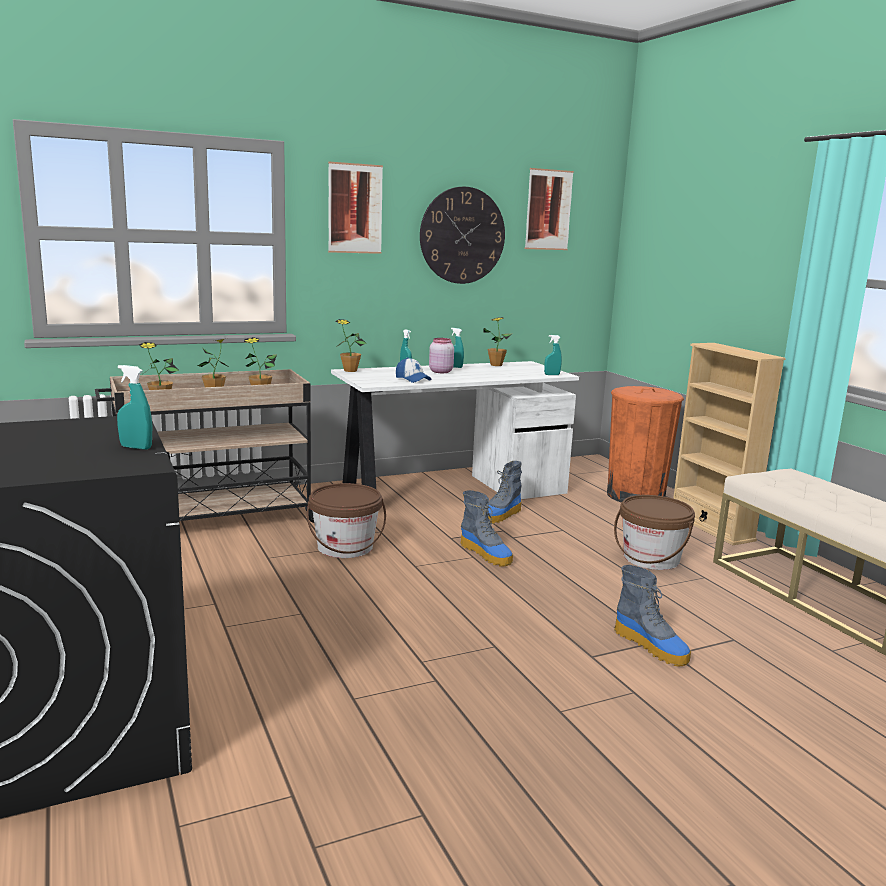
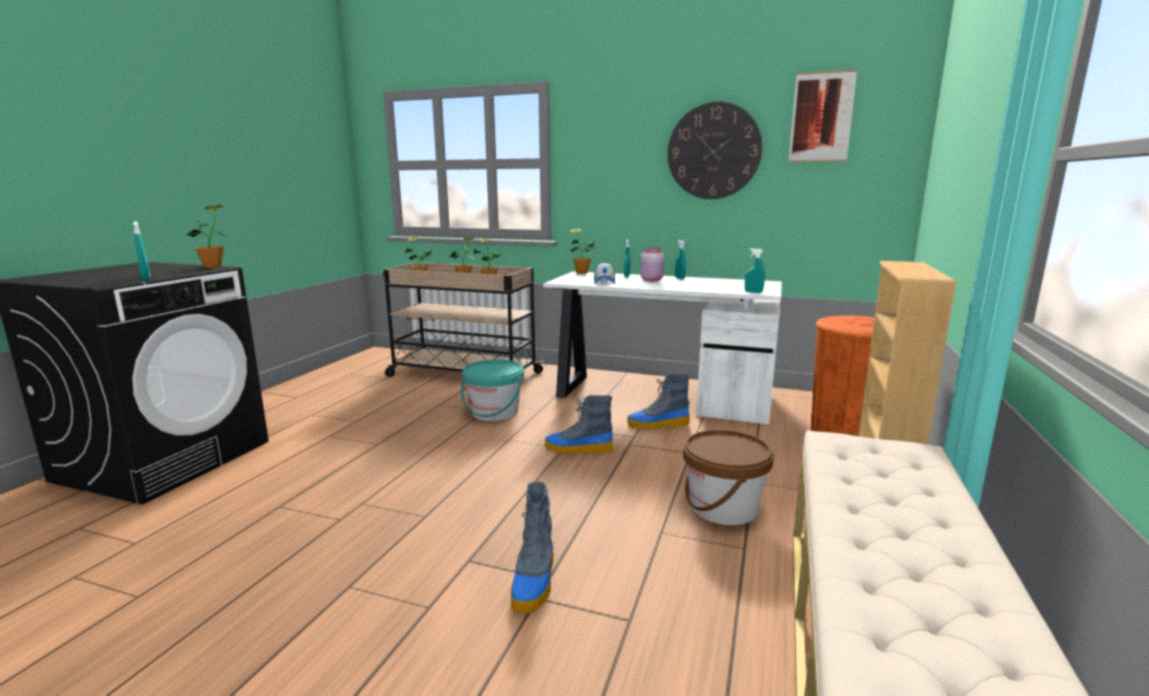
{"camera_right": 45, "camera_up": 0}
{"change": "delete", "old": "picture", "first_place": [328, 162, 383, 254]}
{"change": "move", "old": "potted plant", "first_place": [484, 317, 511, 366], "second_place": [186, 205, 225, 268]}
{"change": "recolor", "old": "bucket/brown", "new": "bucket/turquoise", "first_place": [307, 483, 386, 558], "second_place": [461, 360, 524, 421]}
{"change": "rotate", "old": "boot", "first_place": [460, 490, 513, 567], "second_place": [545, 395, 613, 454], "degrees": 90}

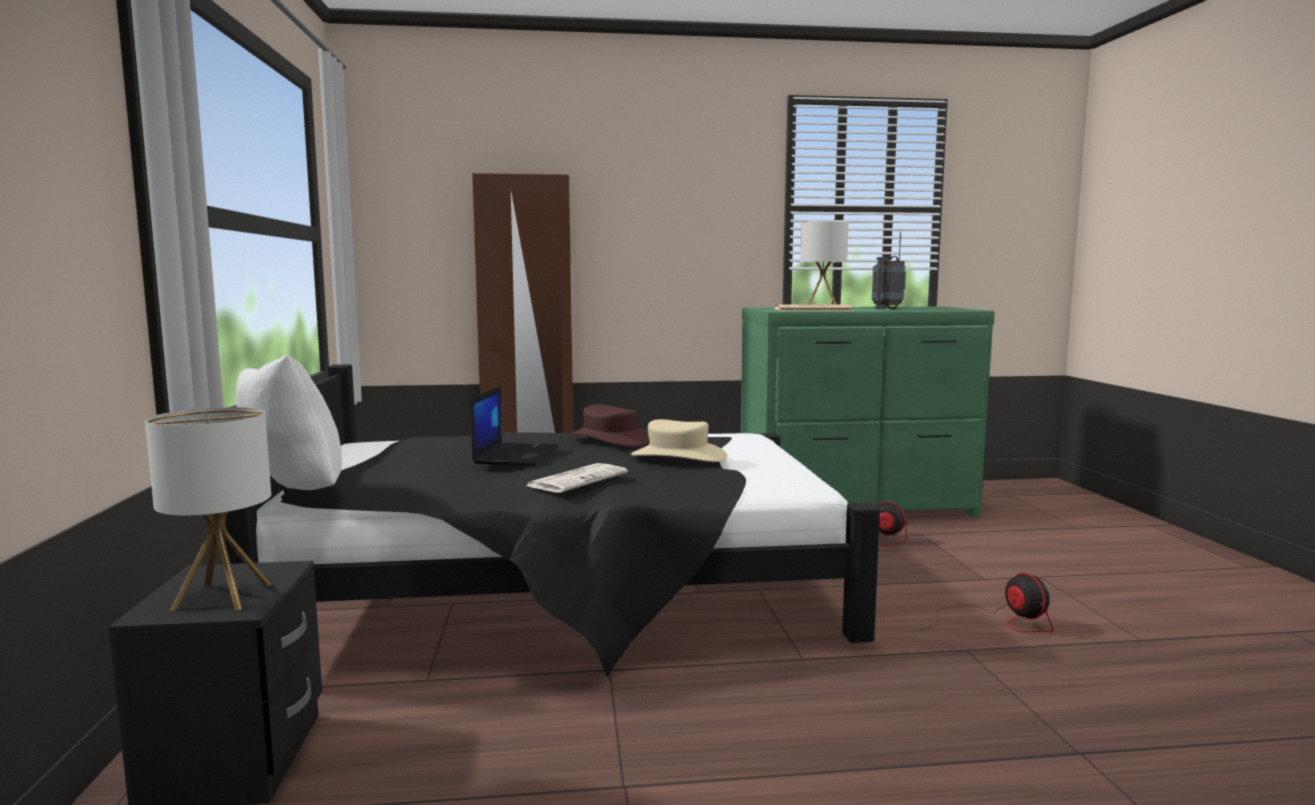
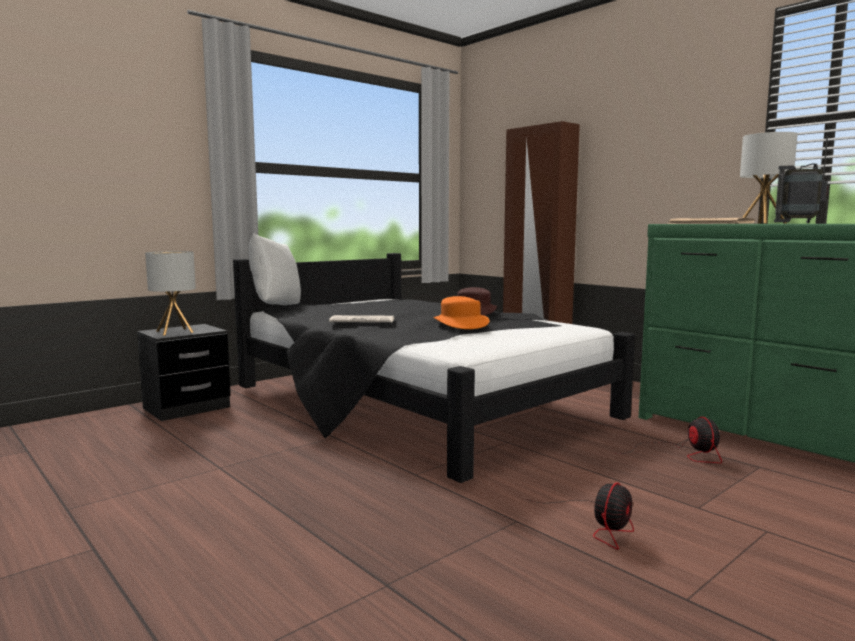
{"camera_right": 55, "camera_up": 0}
{"change": "delete", "old": "laptop", "first_place": [471, 386, 558, 465]}
{"change": "recolor", "old": "hat/beige", "new": "hat/orange", "first_place": [631, 419, 727, 462], "second_place": [433, 296, 490, 329]}

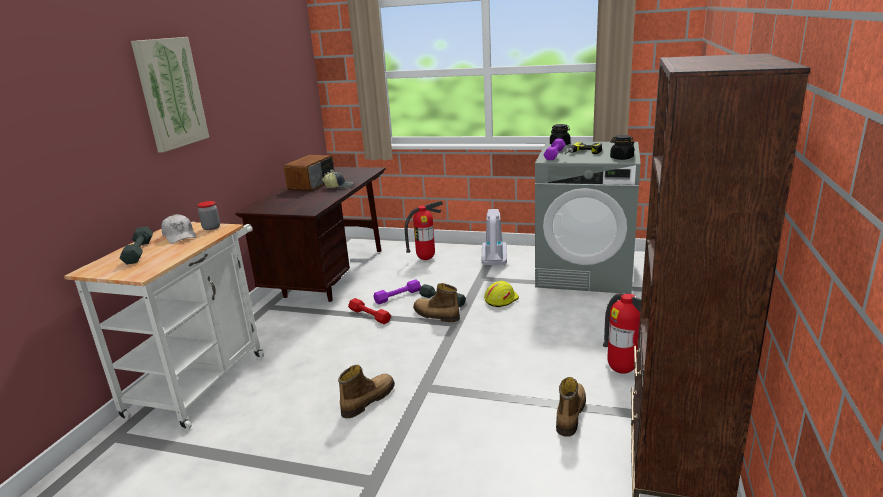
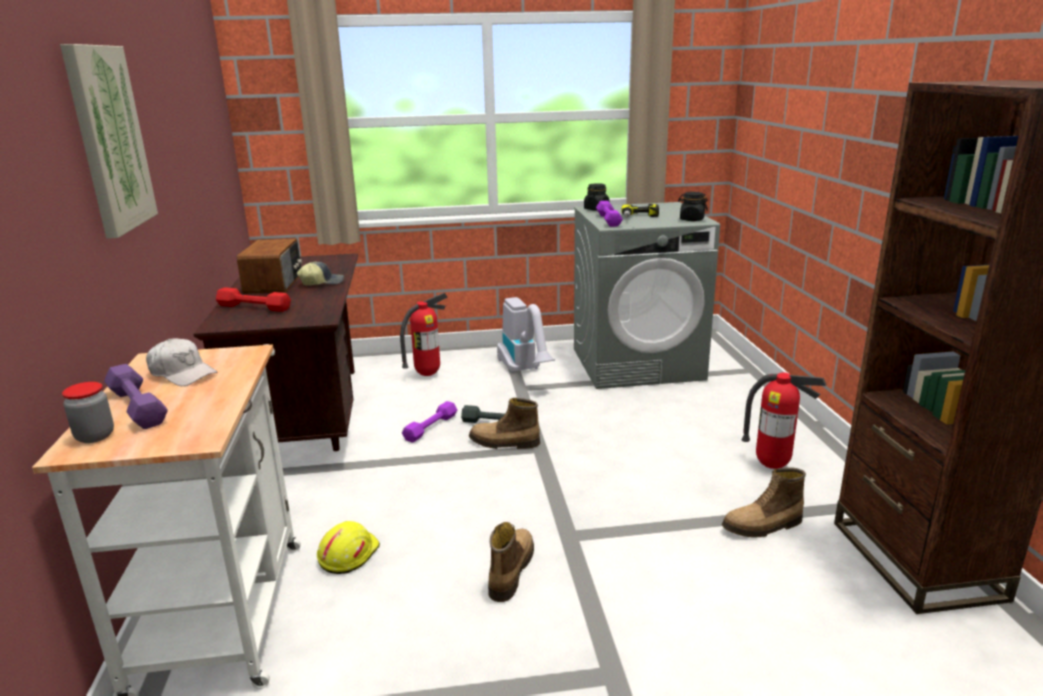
{"camera_right": -25, "camera_up": 0}
{"change": "move", "old": "jar", "first_place": [197, 201, 220, 230], "second_place": [62, 382, 114, 443]}
{"change": "recolor", "old": "dumbbell/grey", "new": "dumbbell/purple", "first_place": [120, 226, 153, 265], "second_place": [104, 364, 168, 429]}
{"change": "move", "old": "hard hat/yellow", "first_place": [484, 281, 519, 307], "second_place": [317, 521, 380, 574]}
{"change": "move", "old": "dumbbell/red", "first_place": [348, 298, 391, 324], "second_place": [216, 287, 291, 312]}
{"change": "rotate", "old": "boot", "first_place": [556, 377, 586, 437], "second_place": [722, 467, 806, 538], "degrees": -105}

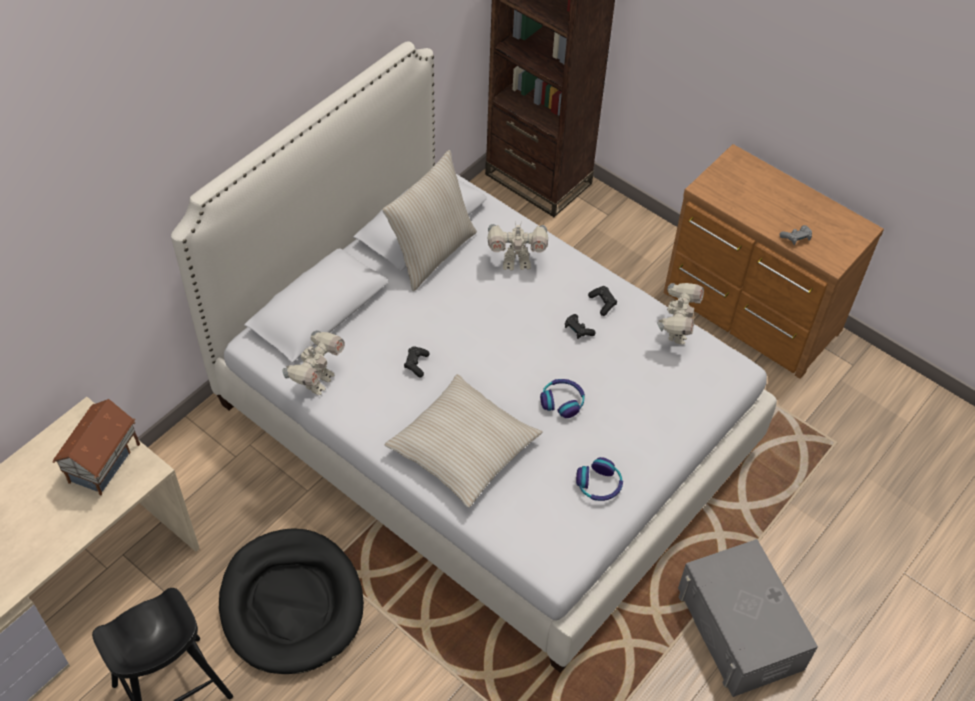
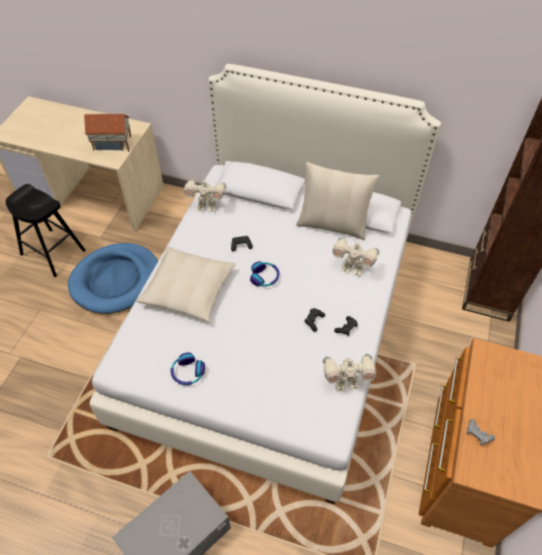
{"camera_right": 70, "camera_up": 0}
{"change": "rotate", "old": "toy robot", "first_place": [488, 222, 548, 271], "second_place": [333, 237, 379, 276], "degrees": -45}
{"change": "move", "old": "headphones", "first_place": [540, 379, 585, 418], "second_place": [250, 261, 279, 286]}
{"change": "recolor", "old": "dog bed/black", "new": "dog bed/blue", "first_place": [219, 528, 364, 674], "second_place": [68, 243, 158, 314]}

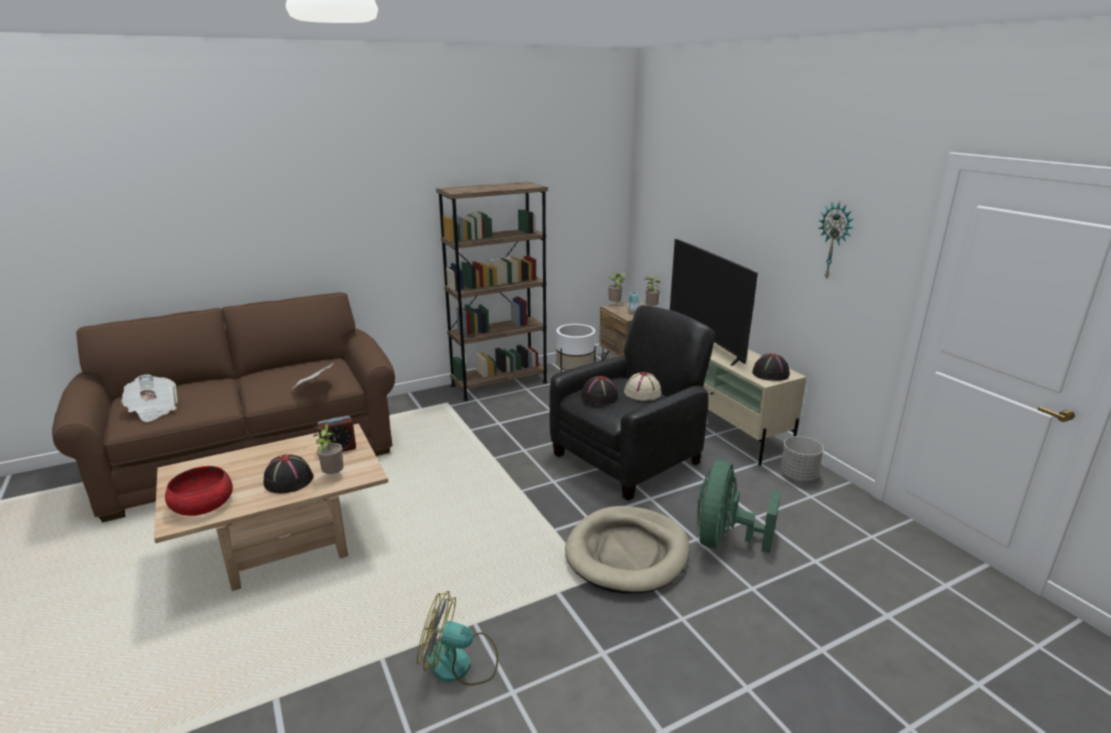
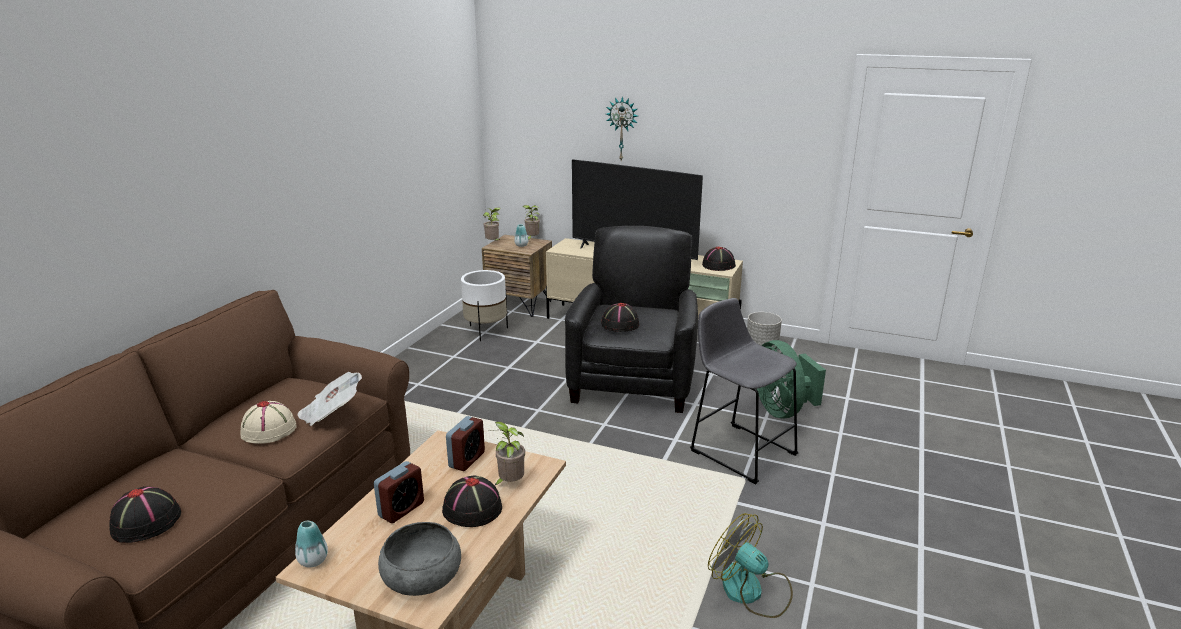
{"camera_right": -40, "camera_up": 0}
{"change": "delete", "old": "bookcase/brown", "first_place": [436, 182, 548, 401]}
{"change": "move", "old": "wall clock", "first_place": [818, 201, 854, 279], "second_place": [606, 96, 638, 160]}
{"change": "move", "old": "hat/beige", "first_place": [624, 372, 661, 401], "second_place": [240, 401, 297, 444]}
{"change": "replace", "old": "newspaper", "new": "hat/black", "first_place": [121, 375, 177, 422], "second_place": [109, 486, 181, 543]}
{"change": "recolor", "old": "bowl/red", "new": "bowl/grey", "first_place": [165, 466, 233, 516], "second_place": [378, 522, 461, 596]}
{"change": "replace", "old": "dog bed/beige", "new": "stool/grey", "first_place": [565, 506, 690, 594], "second_place": [690, 298, 799, 484]}
{"change": "rotate", "old": "fan", "first_place": [417, 591, 498, 686], "second_place": [708, 513, 793, 618], "degrees": 75}
{"change": "insert", "new": "alarm clock", "second_place": [374, 461, 424, 523]}
{"change": "insert", "new": "vase", "second_place": [295, 521, 328, 568]}

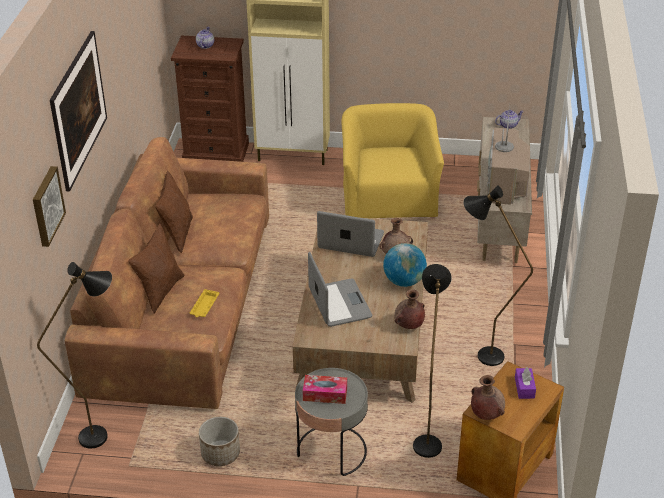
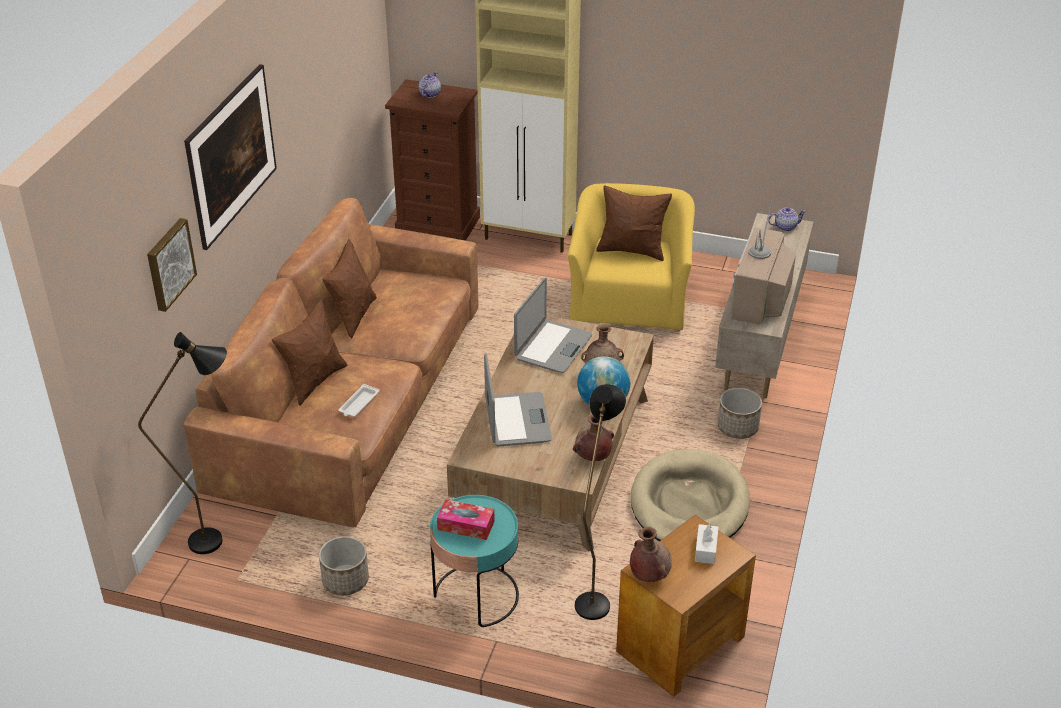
{"camera_right": 10, "camera_up": 0}
{"change": "replace", "old": "floor lamp/black", "new": "dog bed/beige", "first_place": [464, 185, 533, 366], "second_place": [631, 449, 750, 541]}
{"change": "rotate", "old": "laptop", "first_place": [317, 211, 384, 257], "second_place": [514, 278, 592, 373], "degrees": 90}
{"change": "recolor", "old": "tray/yellow", "new": "tray/white", "first_place": [190, 289, 219, 317], "second_place": [338, 384, 380, 417]}
{"change": "recolor", "old": "tissue box/purple", "new": "tissue box/white", "first_place": [515, 367, 536, 399], "second_place": [695, 524, 718, 564]}
{"change": "recolor", "old": "side table/grey", "new": "side table/turquoise", "first_place": [295, 368, 368, 476], "second_place": [430, 495, 519, 627]}
{"change": "insert", "new": "pillow/brown", "second_place": [596, 185, 672, 261]}
{"change": "insert", "new": "planter", "second_place": [717, 388, 762, 439]}

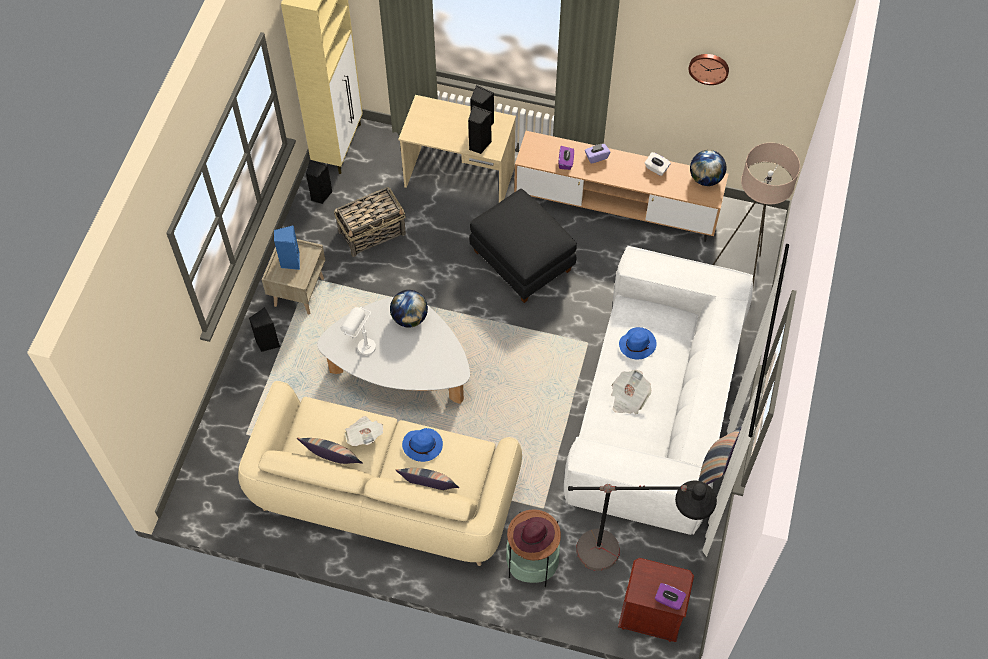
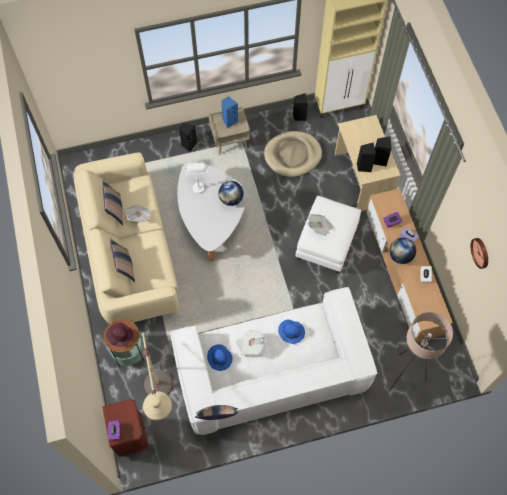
{"camera_right": 60, "camera_up": 5}
{"change": "move", "old": "globe", "first_place": [690, 150, 726, 186], "second_place": [389, 238, 416, 264]}
{"change": "replace", "old": "basket", "new": "dog bed/beige", "first_place": [334, 187, 406, 257], "second_place": [264, 131, 322, 177]}
{"change": "recolor", "old": "ottoman/black", "new": "ottoman/white", "first_place": [469, 189, 577, 303], "second_place": [295, 196, 361, 273]}
{"change": "move", "old": "hat/blue", "first_place": [402, 428, 443, 462], "second_place": [207, 344, 233, 371]}
{"change": "recolor", "old": "floor lamp/black", "new": "floor lamp/beige", "first_place": [568, 481, 717, 571], "second_place": [142, 333, 173, 420]}
{"change": "insert", "new": "newspaper", "second_place": [308, 214, 334, 236]}

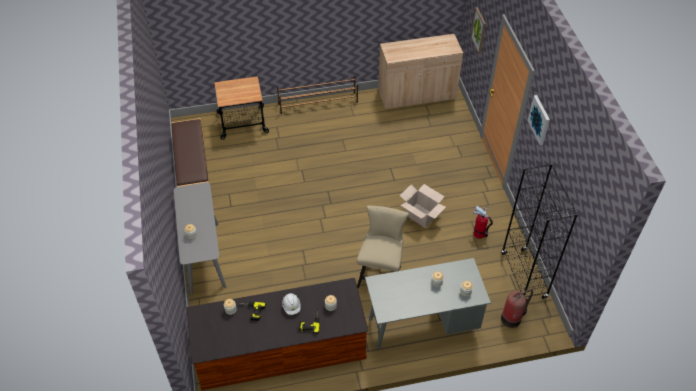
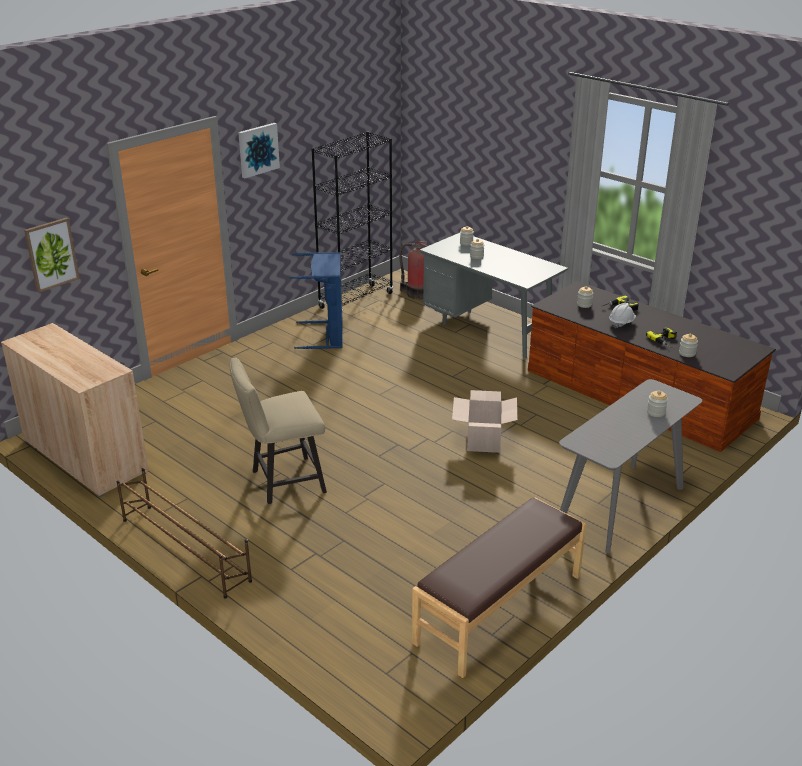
{"camera_right": -125, "camera_up": -20}
{"change": "delete", "old": "cart", "first_place": [214, 76, 269, 140]}
{"change": "move", "old": "cardboard box", "first_place": [400, 184, 446, 228], "second_place": [452, 390, 517, 453]}
{"change": "move", "old": "chair/beige", "first_place": [357, 205, 409, 288], "second_place": [230, 358, 327, 504]}
{"change": "replace", "old": "fire extinguisher", "new": "laundry basket/blue", "first_place": [473, 206, 493, 239], "second_place": [290, 252, 343, 349]}

